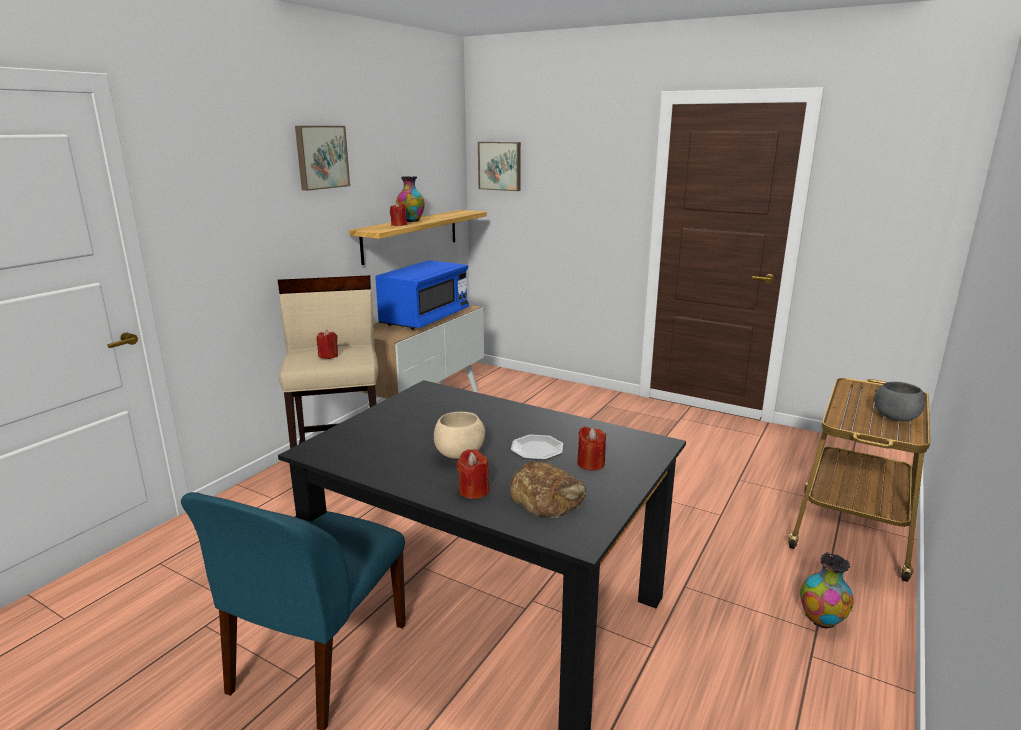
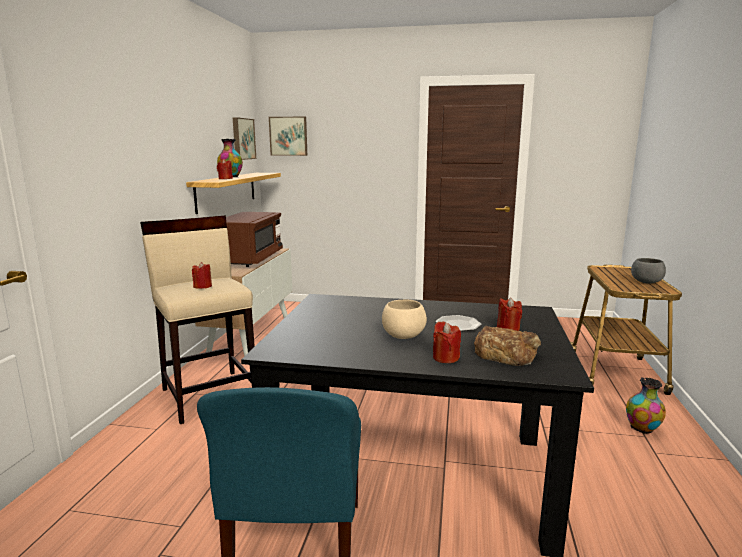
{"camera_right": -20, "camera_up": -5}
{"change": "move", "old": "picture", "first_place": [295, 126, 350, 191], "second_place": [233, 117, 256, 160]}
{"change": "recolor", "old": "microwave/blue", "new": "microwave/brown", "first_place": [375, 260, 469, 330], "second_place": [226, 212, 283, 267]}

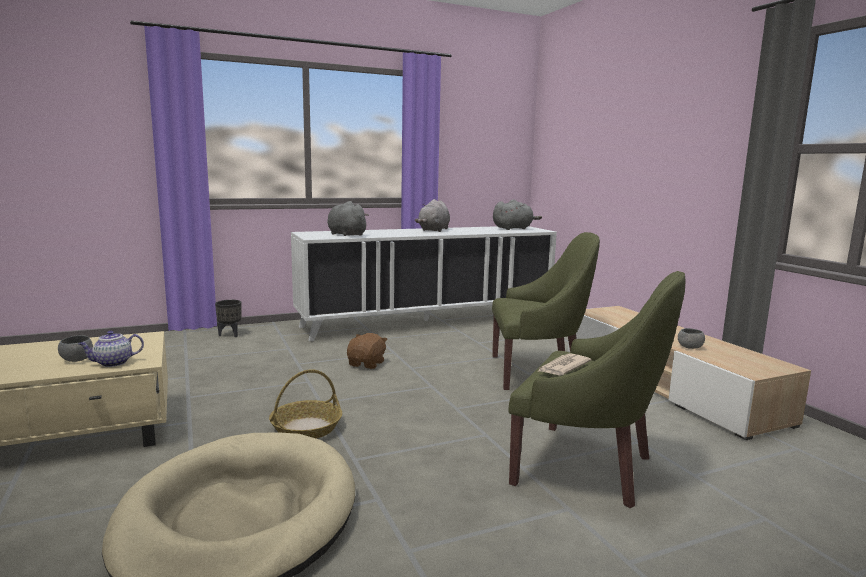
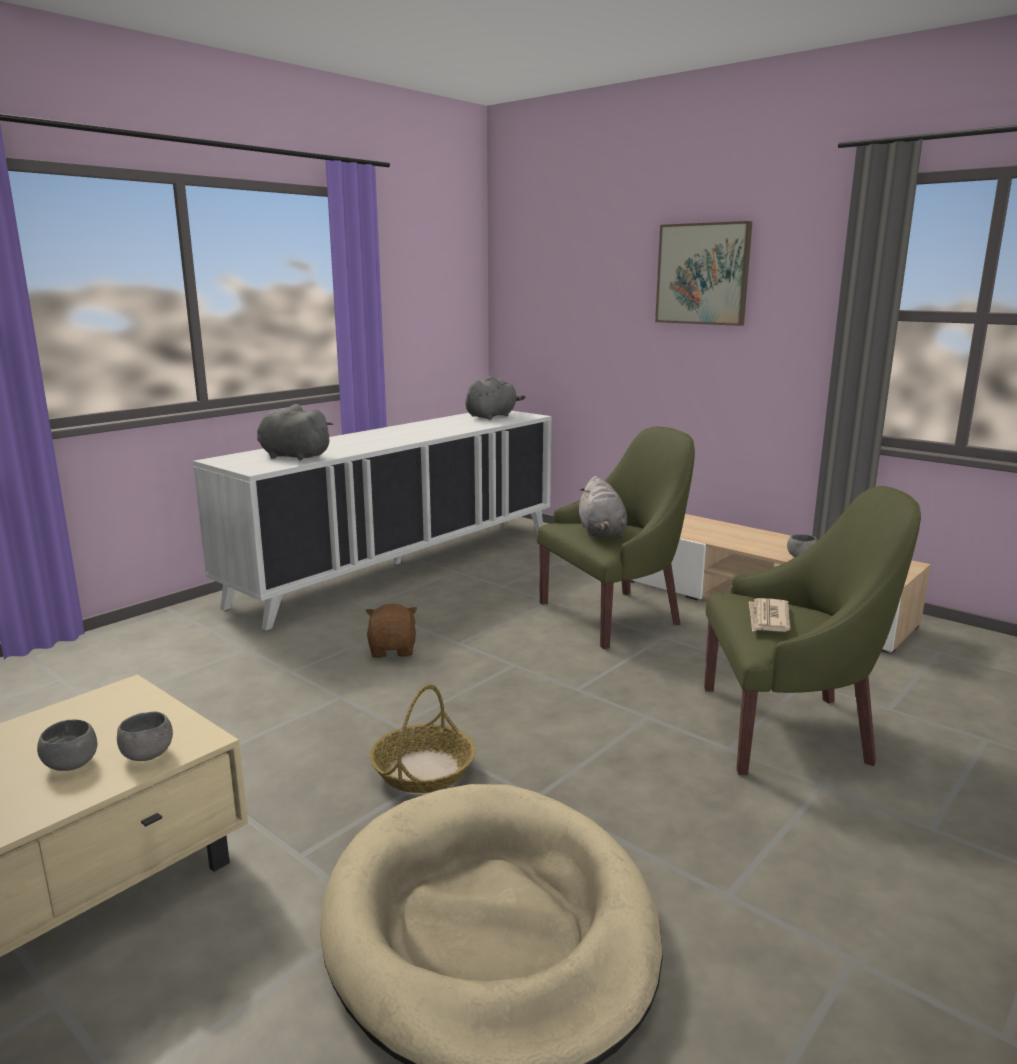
{"camera_right": -25, "camera_up": 5}
{"change": "move", "old": "plush toy/grey", "first_place": [415, 199, 450, 232], "second_place": [579, 476, 627, 537]}
{"change": "delete", "old": "planter/black", "first_place": [215, 300, 241, 337]}
{"change": "replace", "old": "teapot", "new": "bowl/grey", "first_place": [78, 331, 144, 367], "second_place": [117, 711, 173, 761]}
{"change": "insert", "new": "picture", "second_place": [655, 221, 752, 326]}

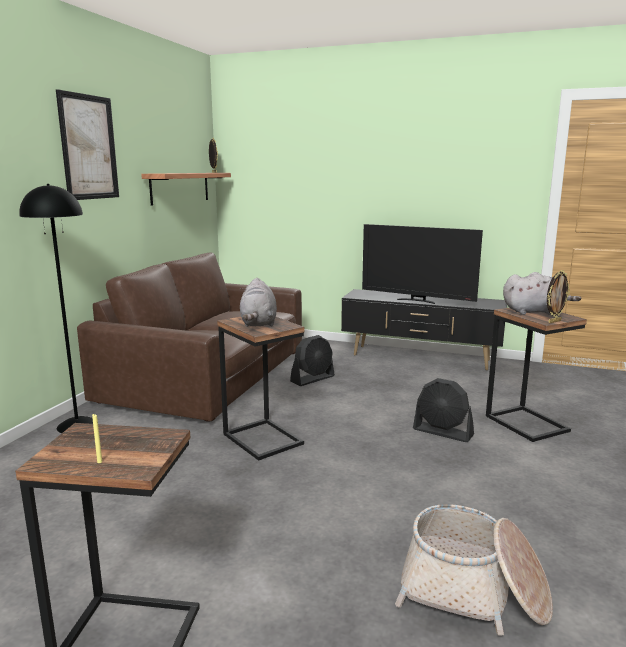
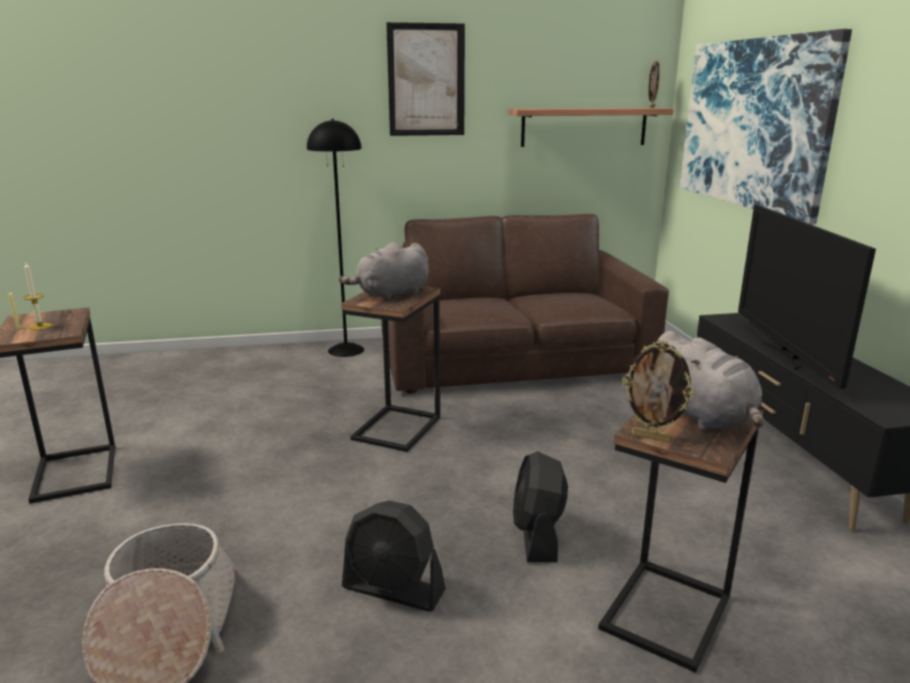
{"camera_right": 60, "camera_up": 5}
{"change": "move", "old": "fan/black", "first_place": [290, 335, 335, 386], "second_place": [342, 501, 445, 612]}
{"change": "insert", "new": "picture", "second_place": [680, 29, 852, 225]}
{"change": "insert", "new": "candle", "second_place": [23, 262, 52, 330]}

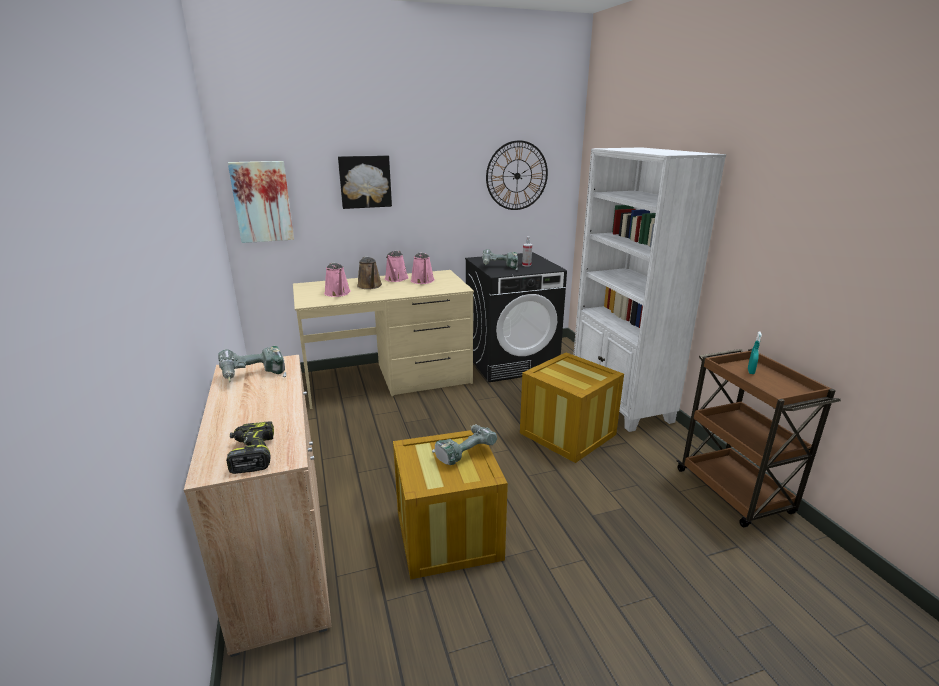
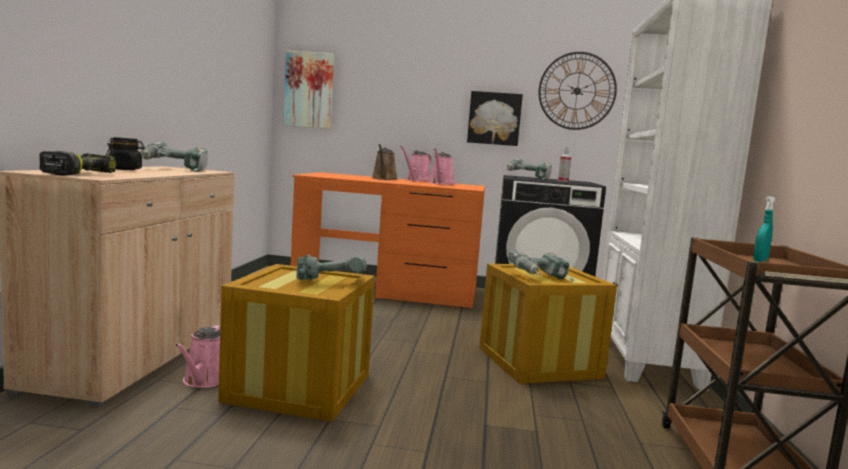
{"camera_right": 25, "camera_up": -15}
{"change": "move", "old": "picture", "first_place": [338, 155, 392, 209], "second_place": [467, 91, 523, 146]}
{"change": "move", "old": "watering can/pink", "first_place": [324, 263, 351, 297], "second_place": [175, 325, 220, 388]}
{"change": "recolor", "old": "desk/beige", "new": "desk/orange", "first_place": [293, 270, 474, 409], "second_place": [290, 172, 485, 309]}
{"change": "insert", "new": "jar/black", "second_place": [106, 137, 145, 170]}
{"change": "insert", "new": "power drill", "second_place": [508, 249, 573, 281]}

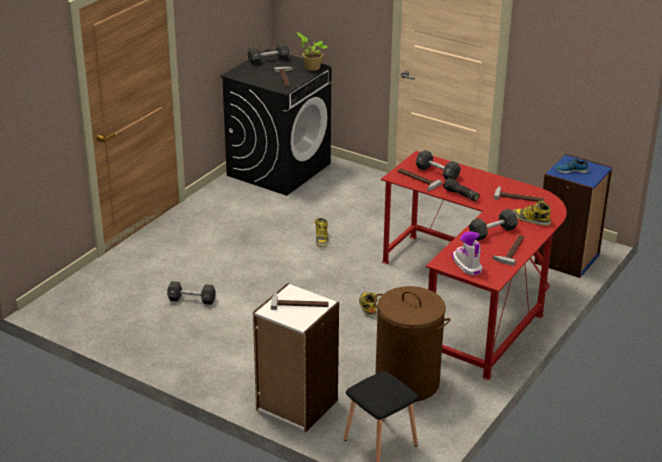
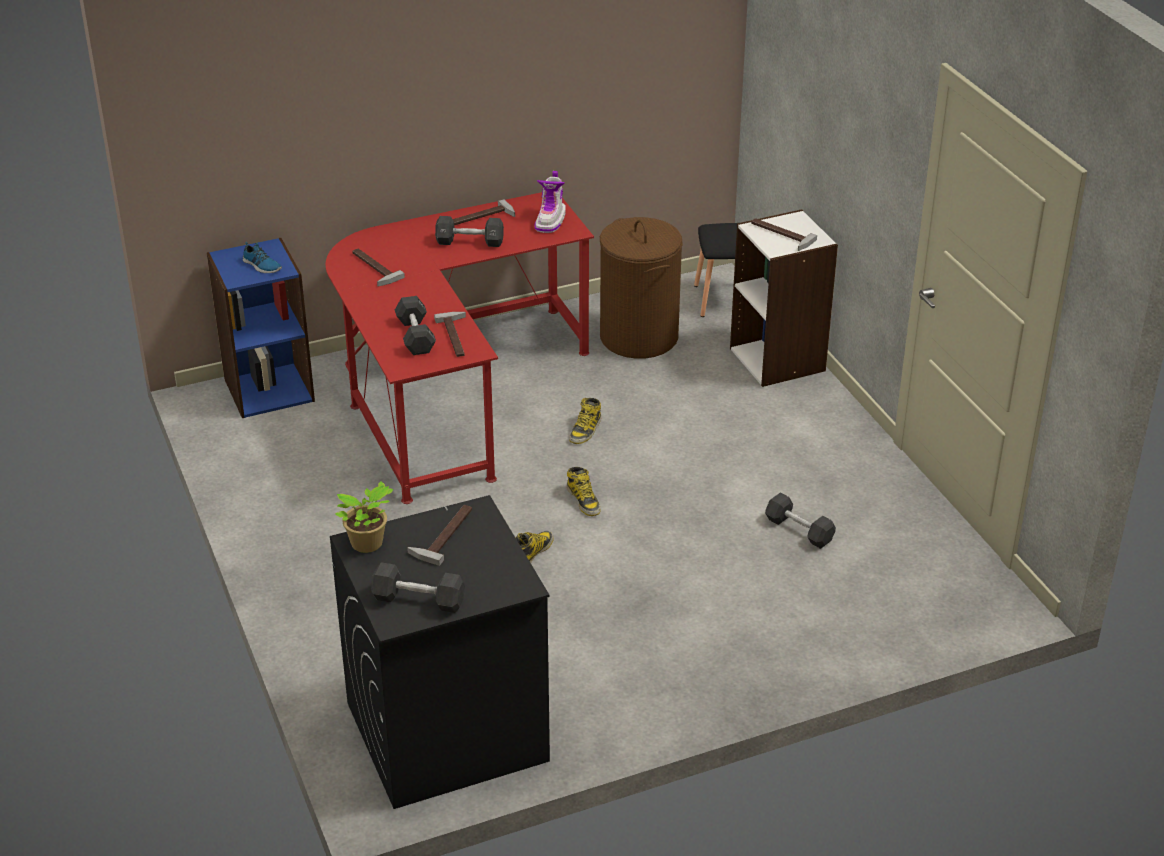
{"camera_right": -145, "camera_up": 5}
{"change": "delete", "old": "flashlight", "first_place": [443, 178, 479, 201]}
{"change": "move", "old": "boot", "first_place": [513, 201, 551, 226], "second_place": [567, 467, 600, 516]}

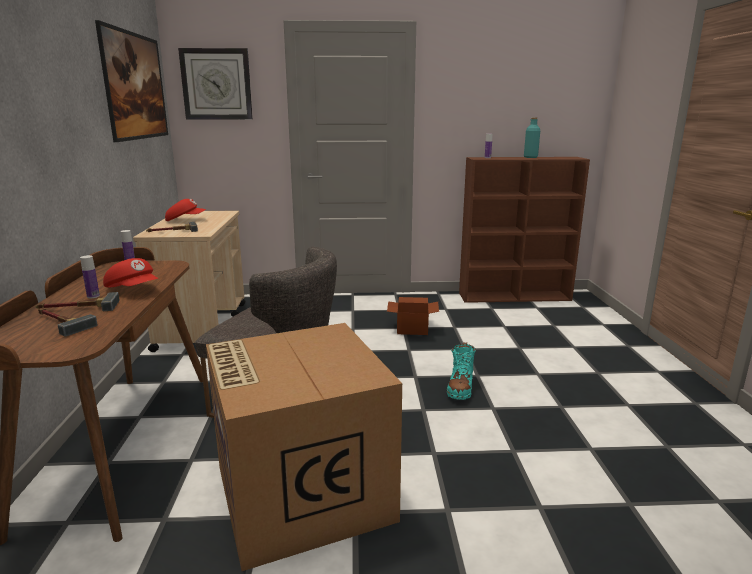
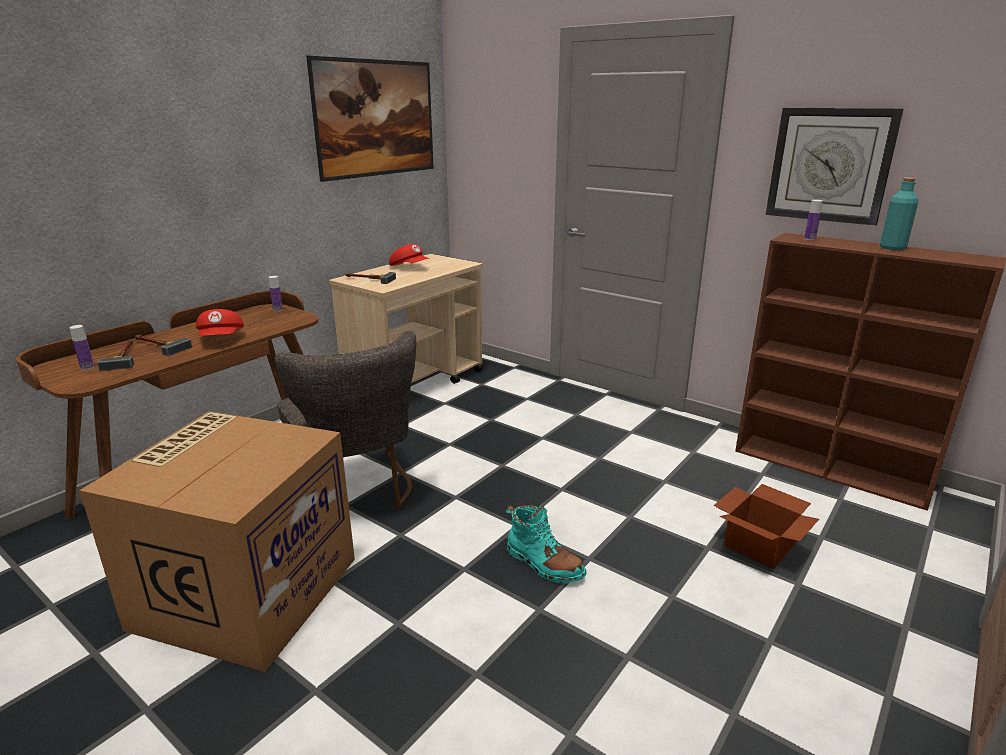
{"camera_right": 40, "camera_up": 5}
{"change": "move", "old": "wall clock", "first_place": [178, 48, 253, 119], "second_place": [766, 108, 903, 226]}
{"change": "move", "old": "bottle", "first_place": [80, 255, 100, 298], "second_place": [69, 325, 94, 370]}
{"change": "move", "old": "cardboard box", "first_place": [387, 297, 439, 335], "second_place": [714, 484, 819, 569]}
{"change": "rotate", "old": "boot/turquoise", "first_place": [447, 342, 476, 400], "second_place": [505, 505, 587, 584], "degrees": -105}

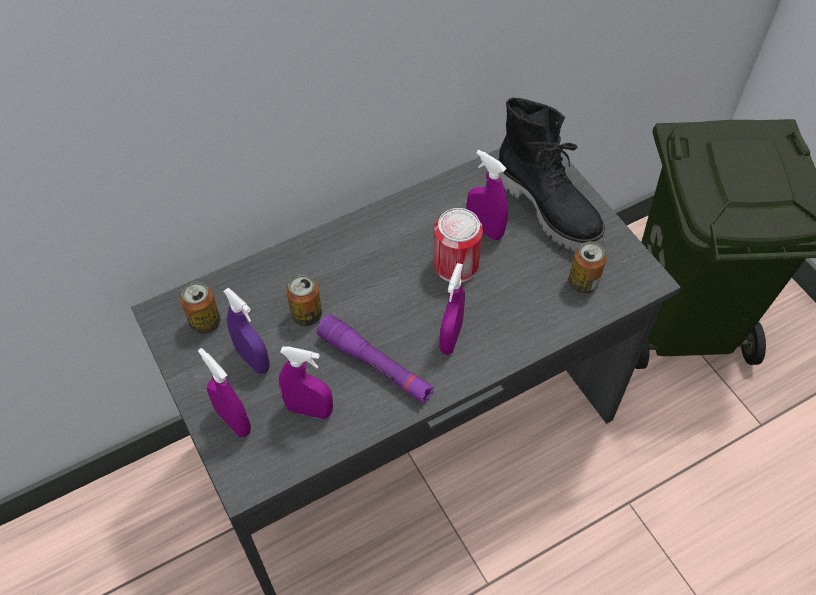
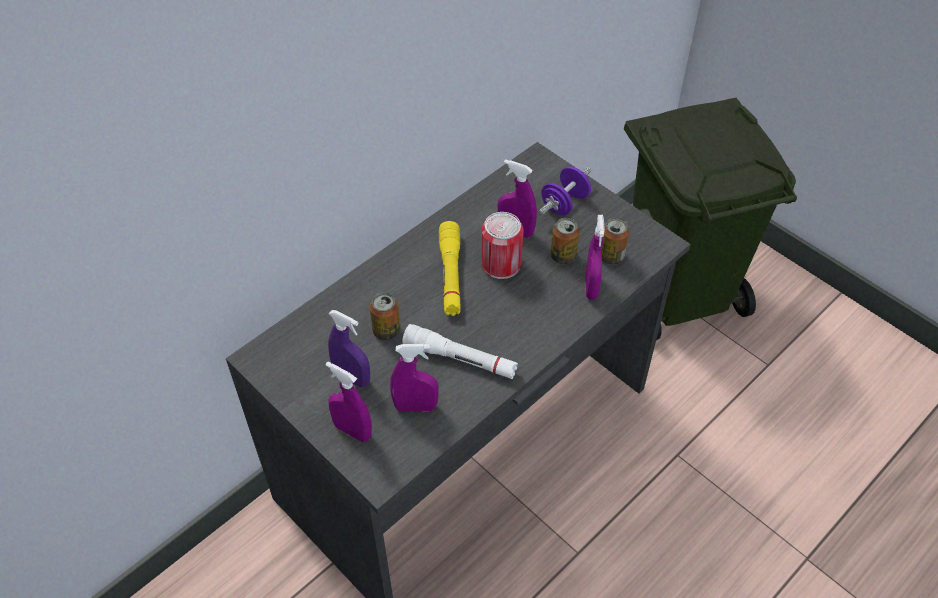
{"camera_right": -15, "camera_up": -5}
{"change": "replace", "old": "boot/black", "new": "dumbbell/purple", "first_place": [498, 97, 605, 252], "second_place": [539, 166, 591, 216]}
{"change": "move", "old": "spray bottle/purple", "first_place": [439, 263, 465, 355], "second_place": [585, 215, 605, 300]}
{"change": "move", "old": "can", "first_place": [180, 281, 221, 334], "second_place": [551, 218, 580, 264]}
{"change": "recolor", "old": "flashlight/purple", "new": "flashlight/white", "first_place": [316, 314, 434, 403], "second_place": [402, 324, 518, 379]}
{"change": "insert", "new": "flashlight/yellow", "second_place": [439, 221, 461, 316]}

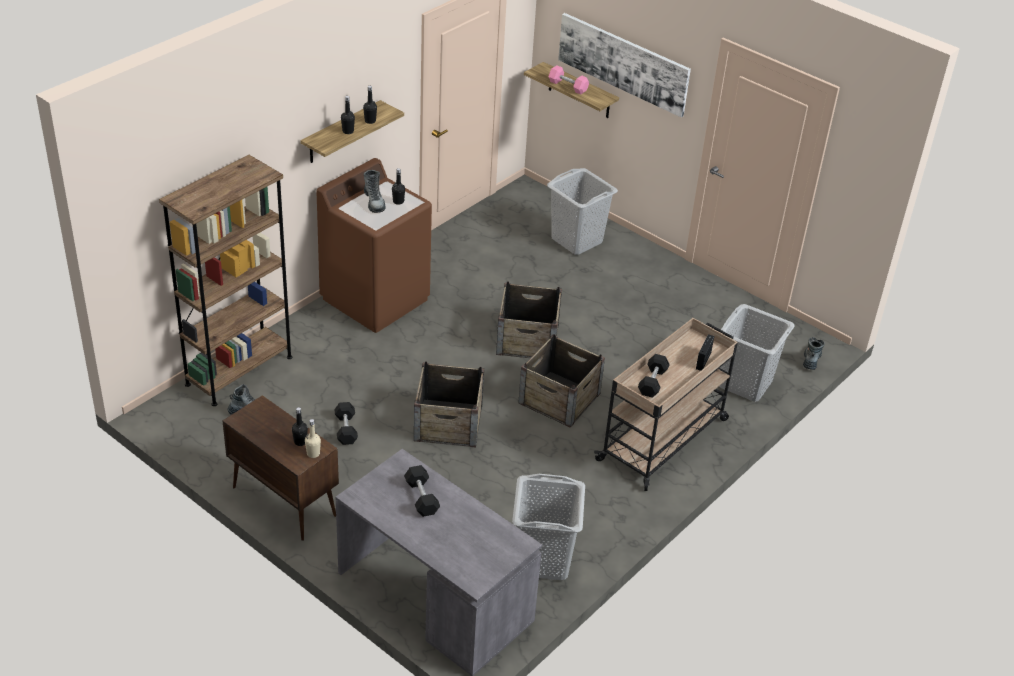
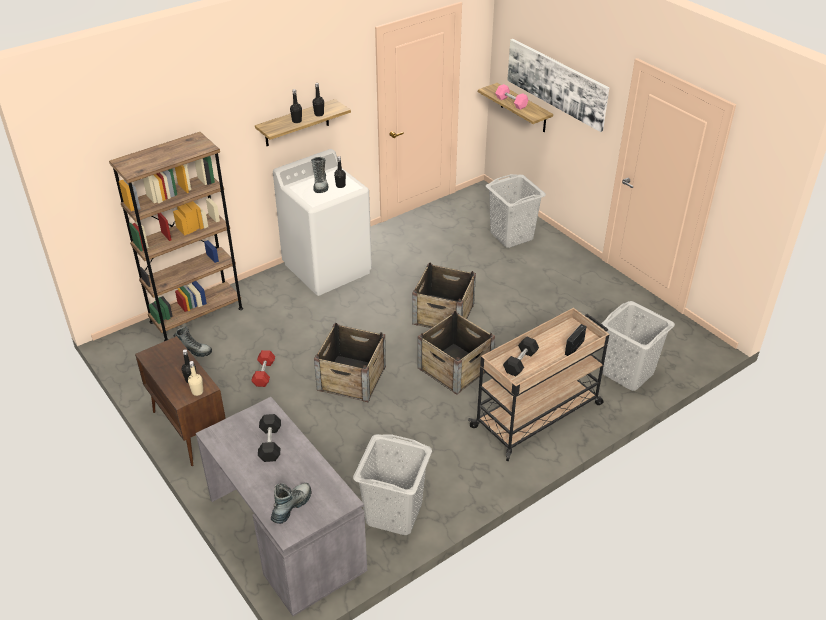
{"camera_right": 15, "camera_up": 0}
{"change": "recolor", "old": "washing machine/brown", "new": "washing machine/white", "first_place": [316, 158, 432, 333], "second_place": [273, 149, 372, 296]}
{"change": "move", "old": "boot", "first_place": [803, 337, 825, 370], "second_place": [271, 483, 311, 524]}
{"change": "recolor", "old": "dumbbell/black", "new": "dumbbell/red", "first_place": [334, 402, 358, 445], "second_place": [251, 350, 275, 387]}

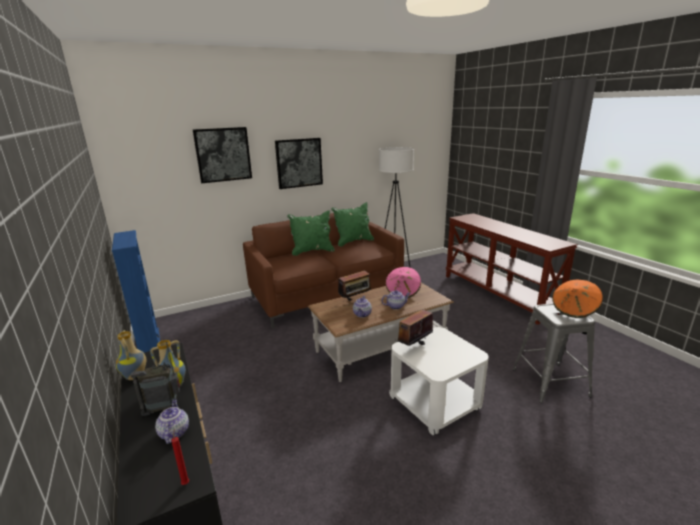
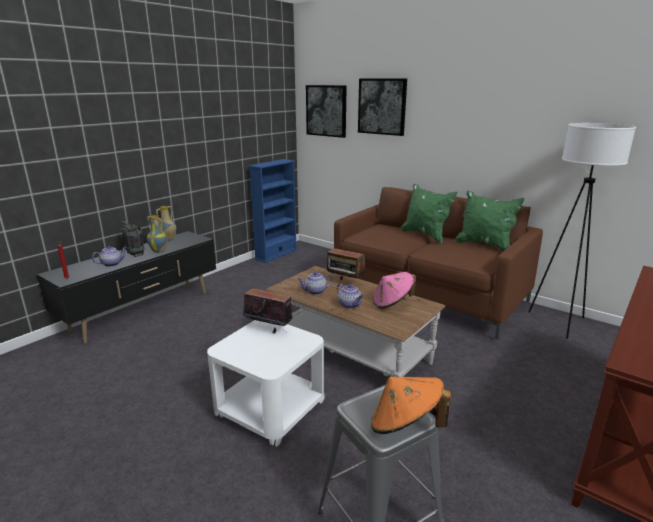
{"camera_right": 65, "camera_up": 0}
{"change": "move", "old": "picture", "first_place": [275, 138, 323, 189], "second_place": [306, 85, 347, 138]}

